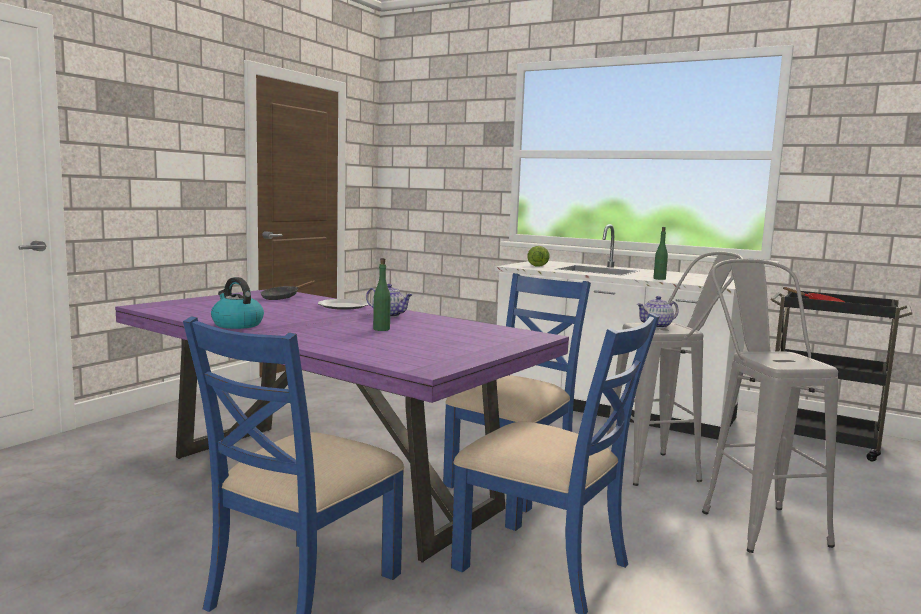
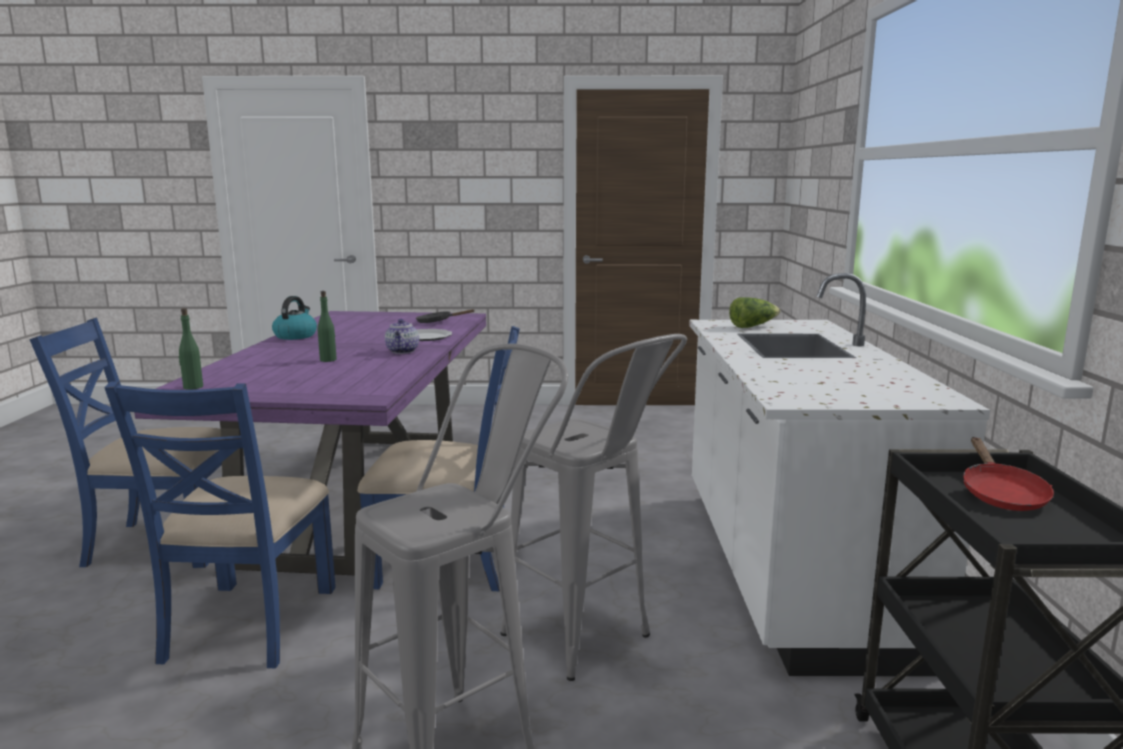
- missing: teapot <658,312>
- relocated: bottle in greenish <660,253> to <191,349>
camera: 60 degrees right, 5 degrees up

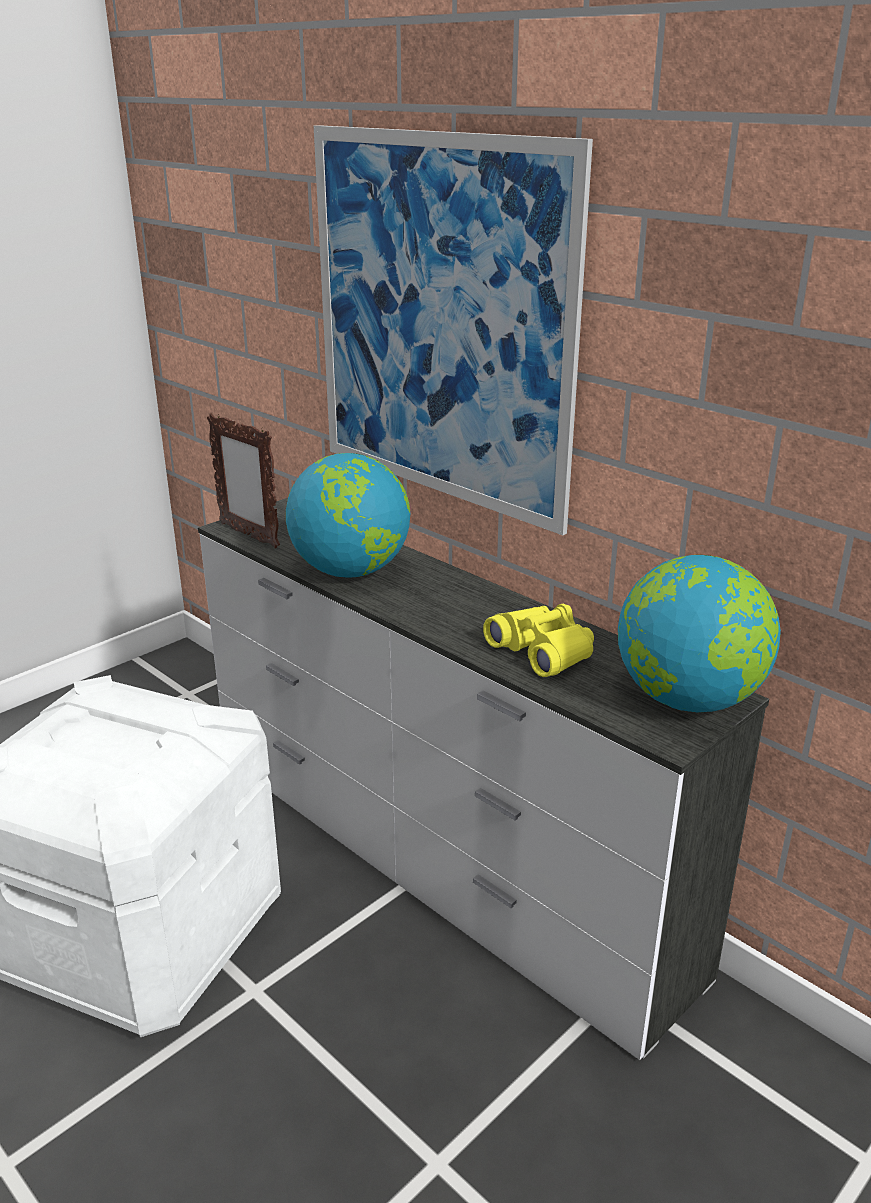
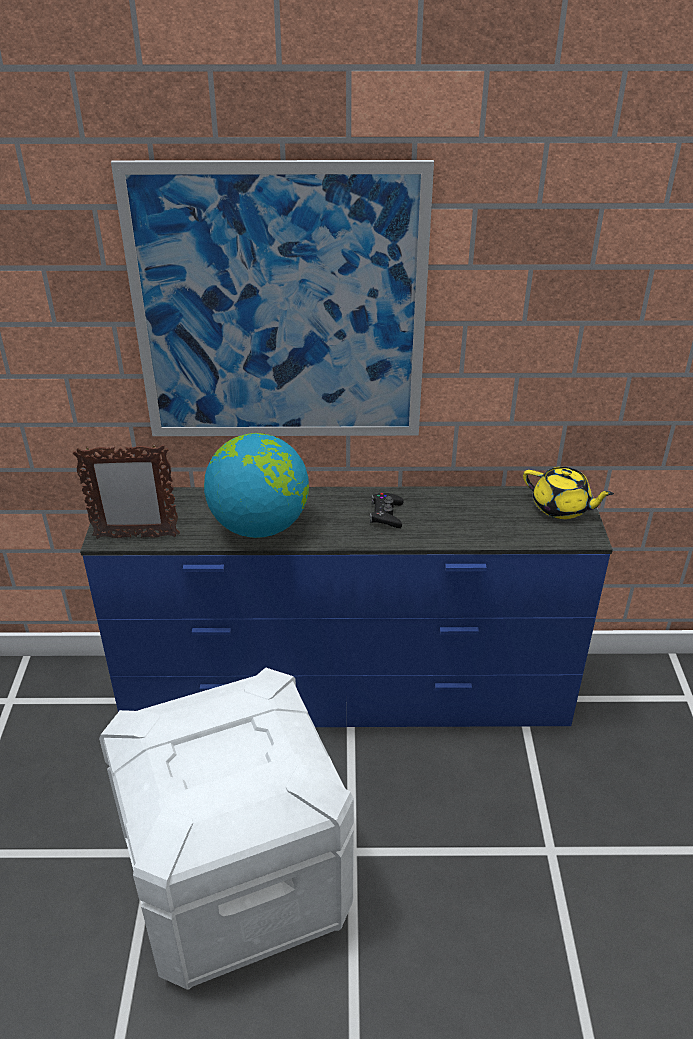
- colour: dresser in white <483,779> to dresser in blue <346,606>
- missing: binoculars in yellowish <538,640>
- exchanged: desk globe <699,633> to teapot in yellowish <568,493>
- appeared: gamepad in black <386,510>
camera: 45 degrees left, 10 degrees up

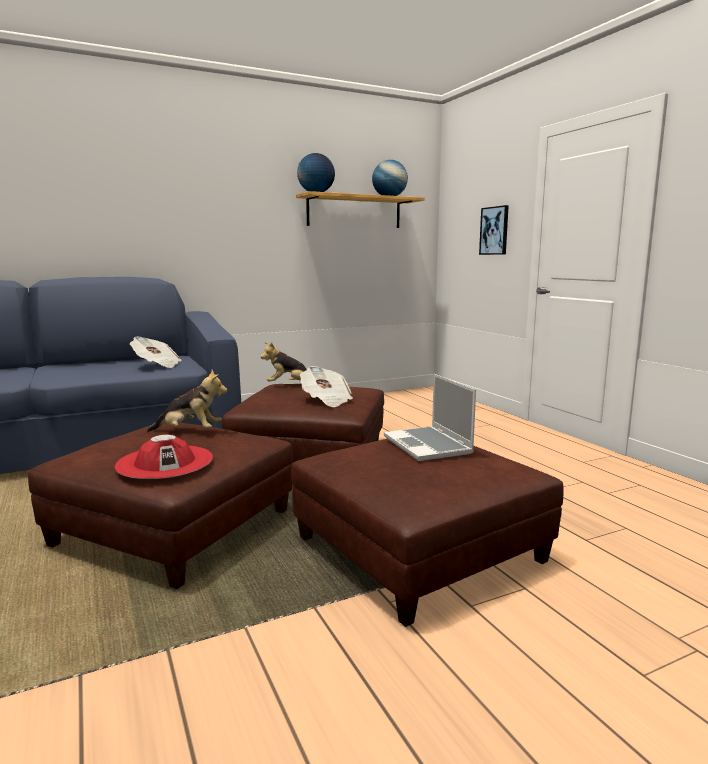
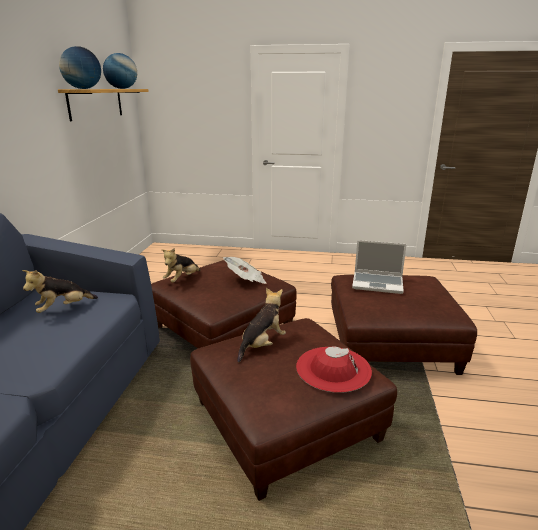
- exchanged: daily paper <155,352> to cuddly toy <60,291>
- missing: picture <494,230>
camera: 55 degrees left, 10 degrees up

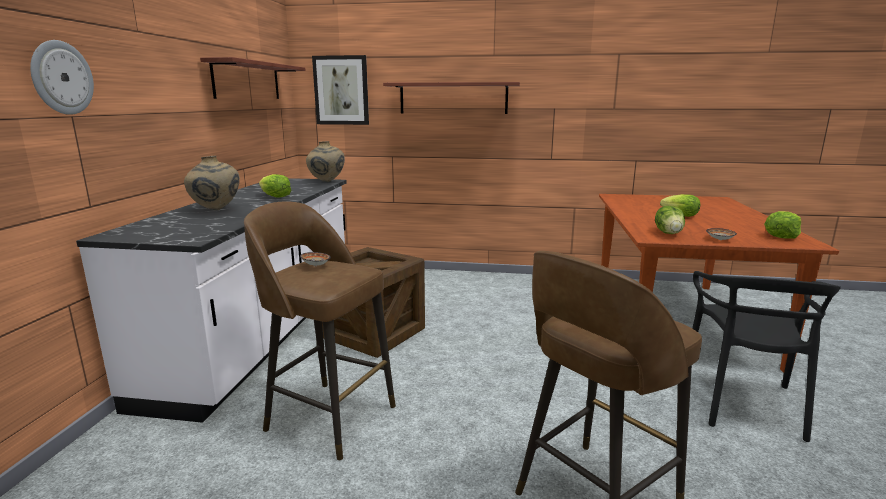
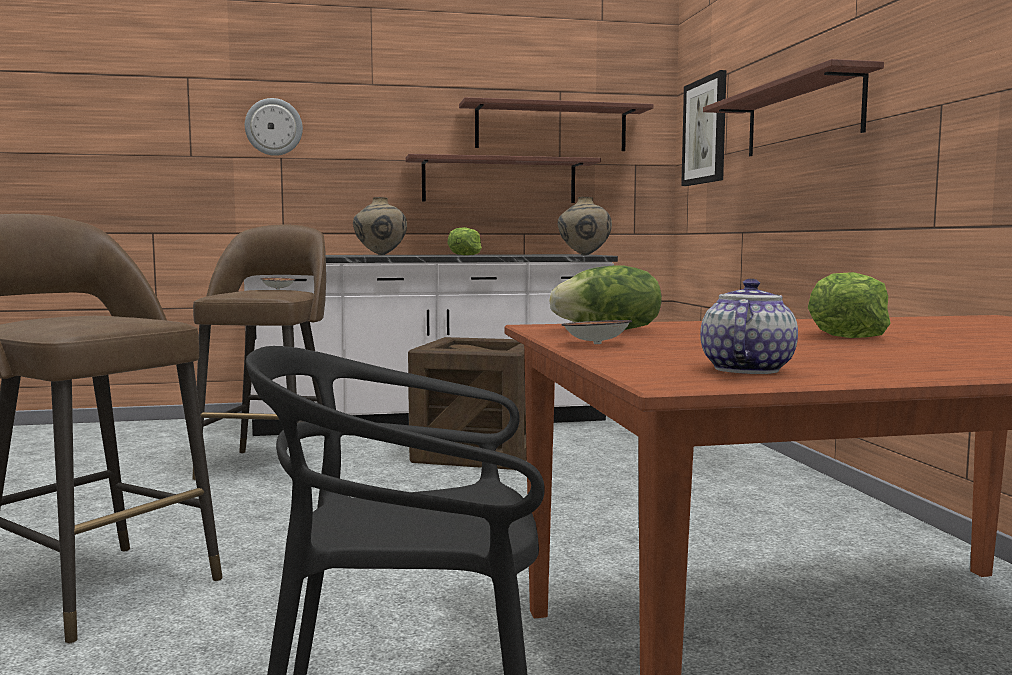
- exchanged: lettuce <782,225> to teapot <749,326>
- appeared: shelf <503,178>
camera: 70 degrees right, 10 degrees down

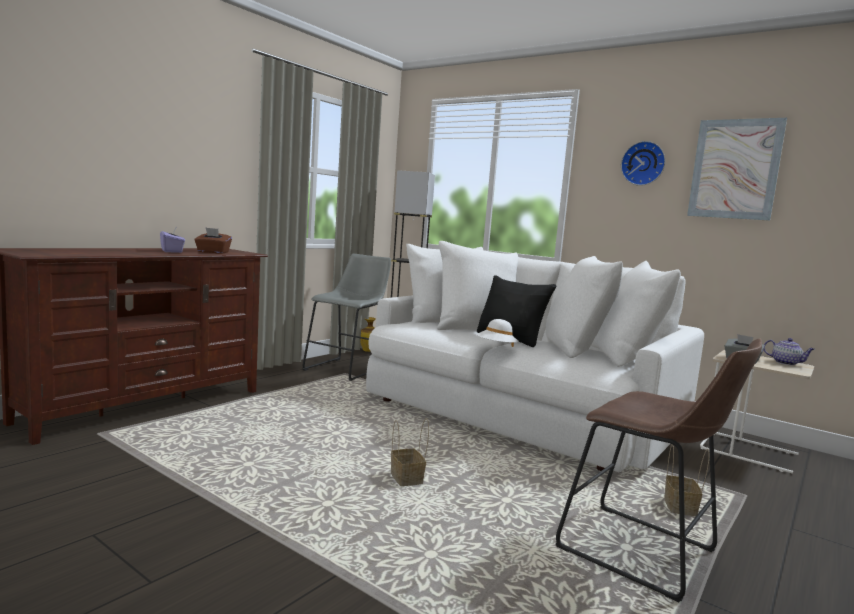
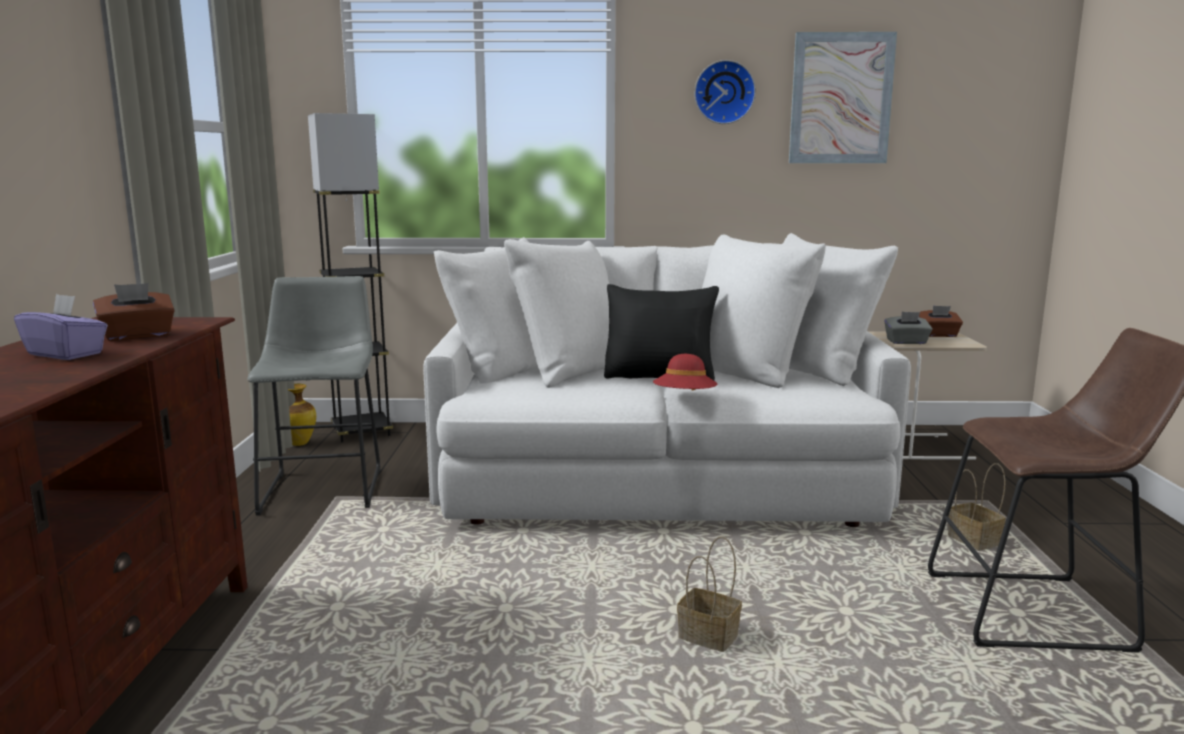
- colour: clothing hat in white <497,333> to clothing hat in red <685,372>
- exchanged: teapot <789,351> to tissue box in brown <941,321>
camera: 35 degrees left, 5 degrees up

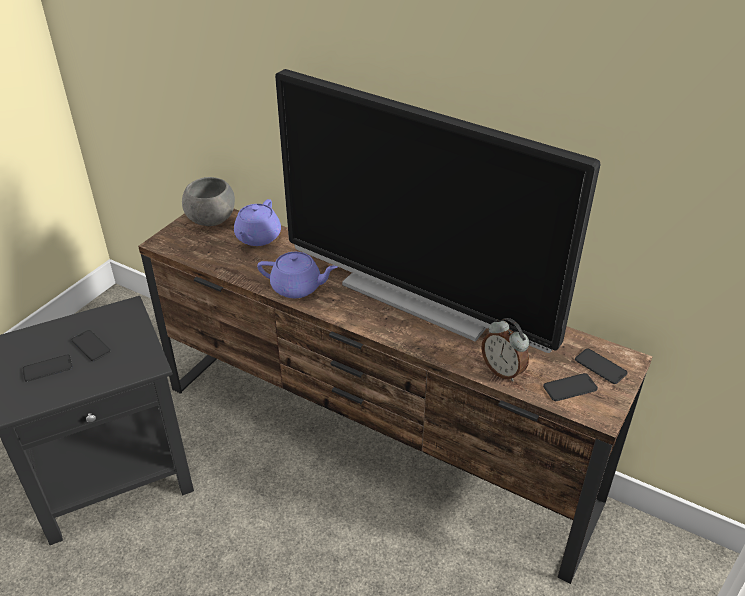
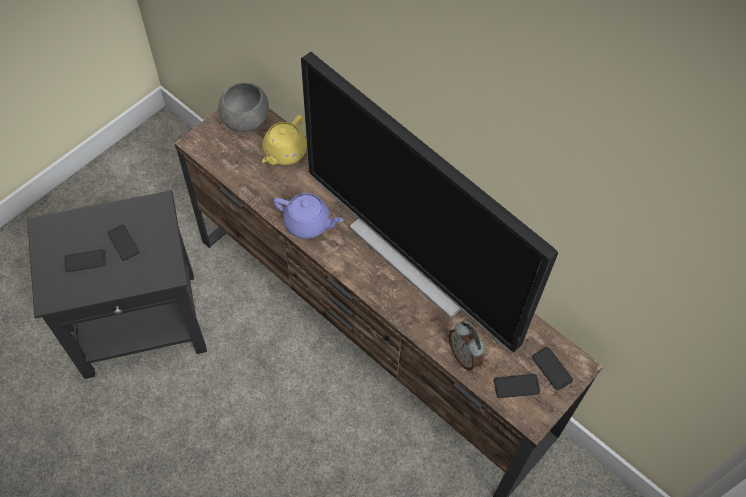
- colour: teapot in purple <257,222> to teapot in yellowish <284,140>
camera: 10 degrees right, 20 degrees up

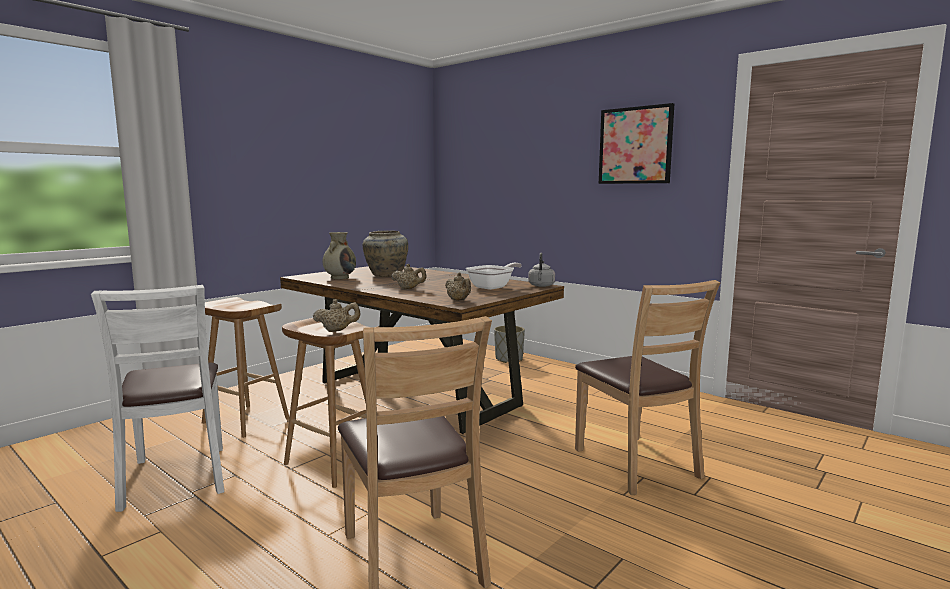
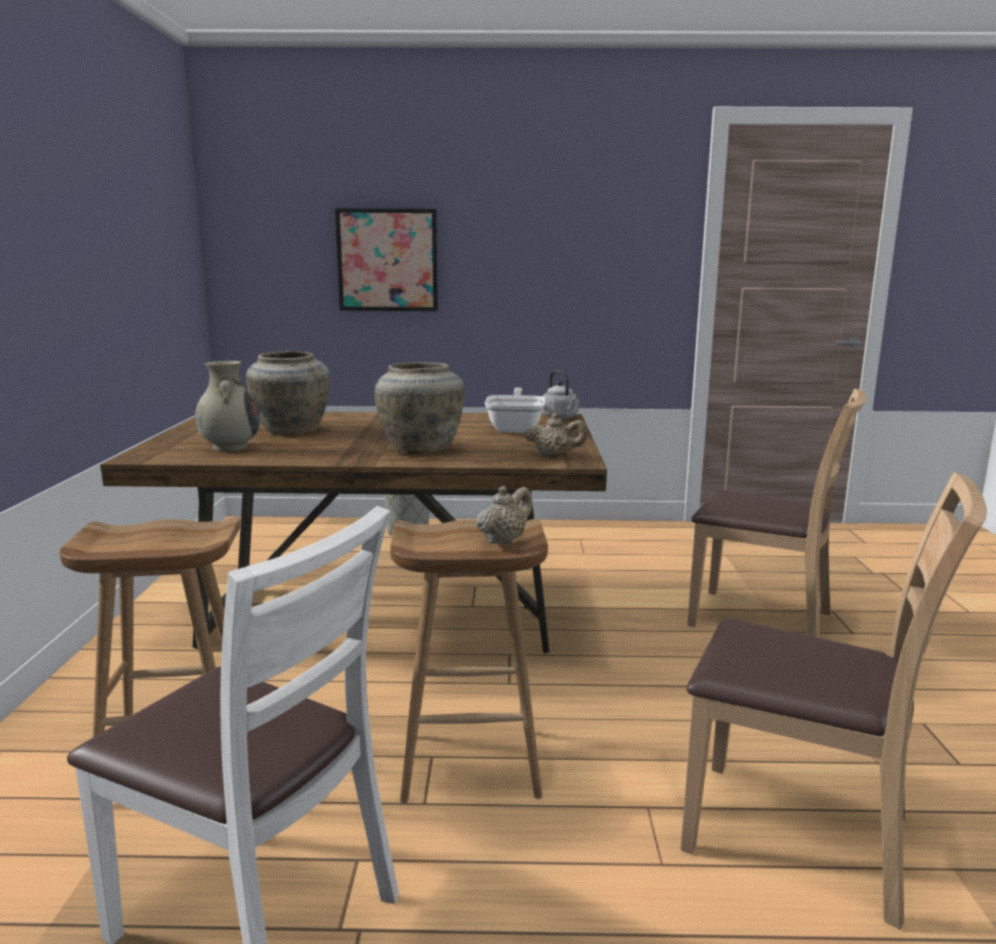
- exchanged: teapot in beige <409,276> to flower vase in beige <419,408>
- relocated: picture <636,143> to <386,259>
camera: 40 degrees left, 5 degrees up

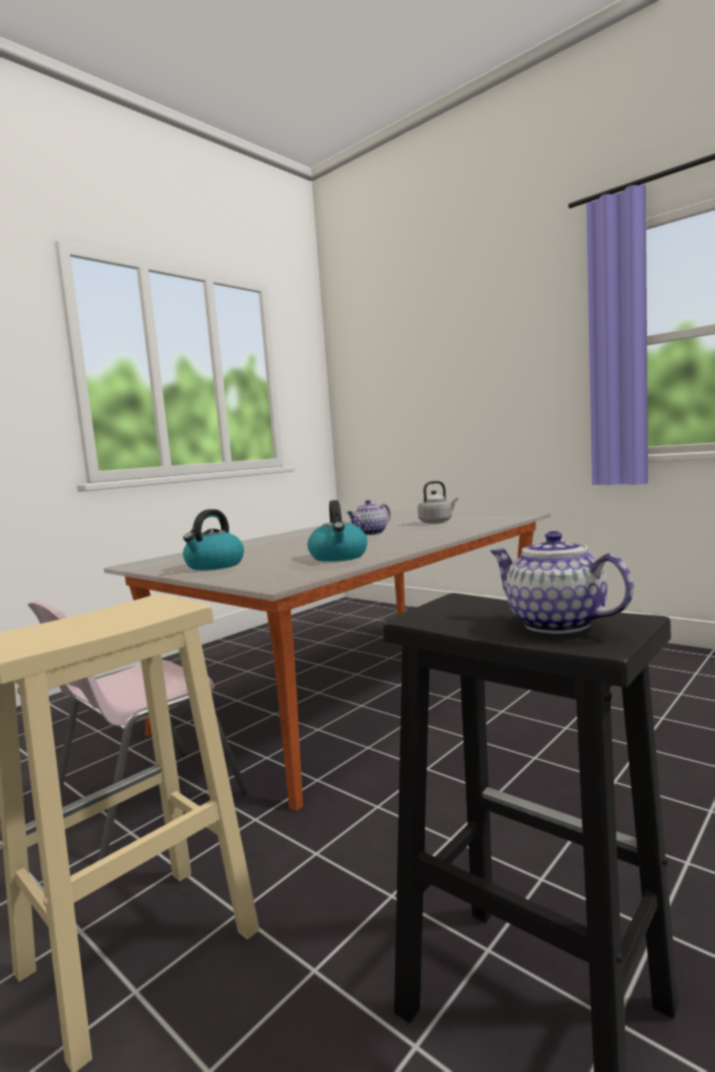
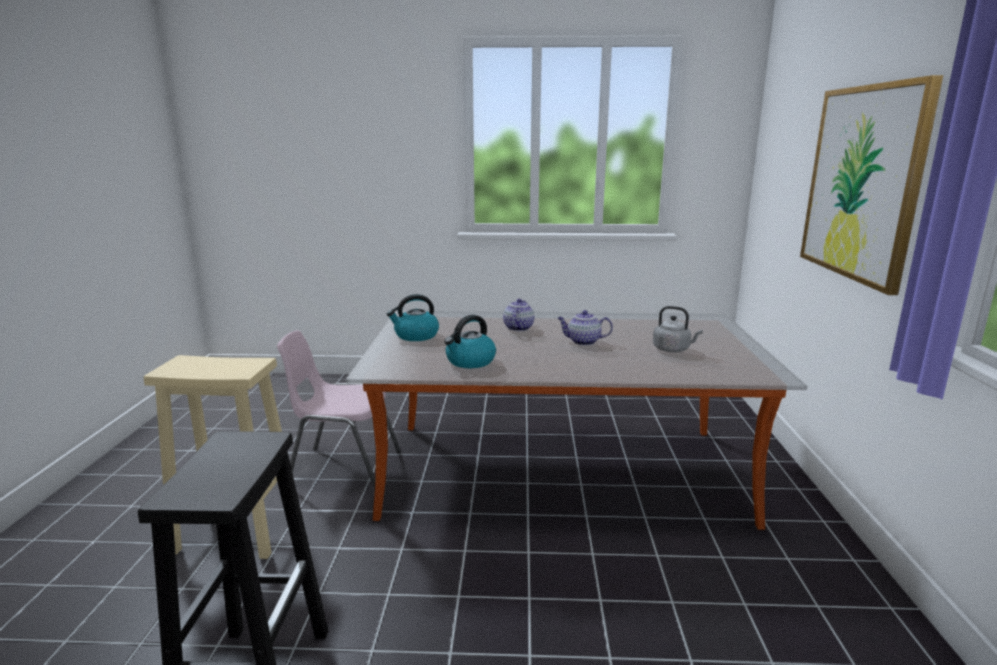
- relocated: teapot <562,582> to <518,315>
- appeared: picture <871,185>
camera: 50 degrees right, 10 degrees up

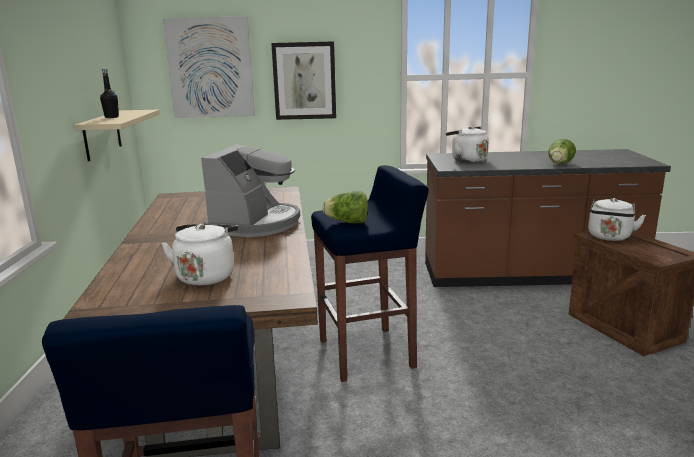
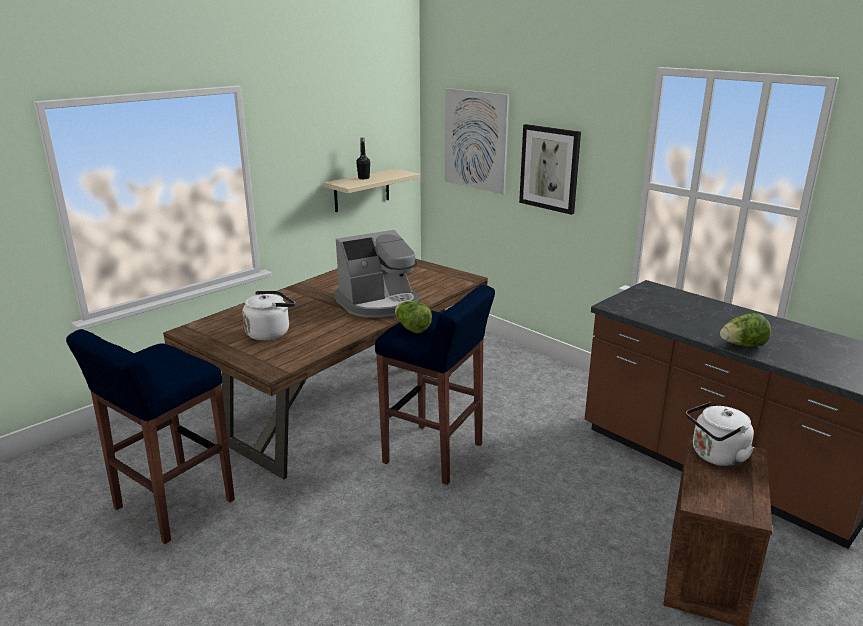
- missing: tea kettle in white <467,144>
camera: 45 degrees right, 5 degrees up

